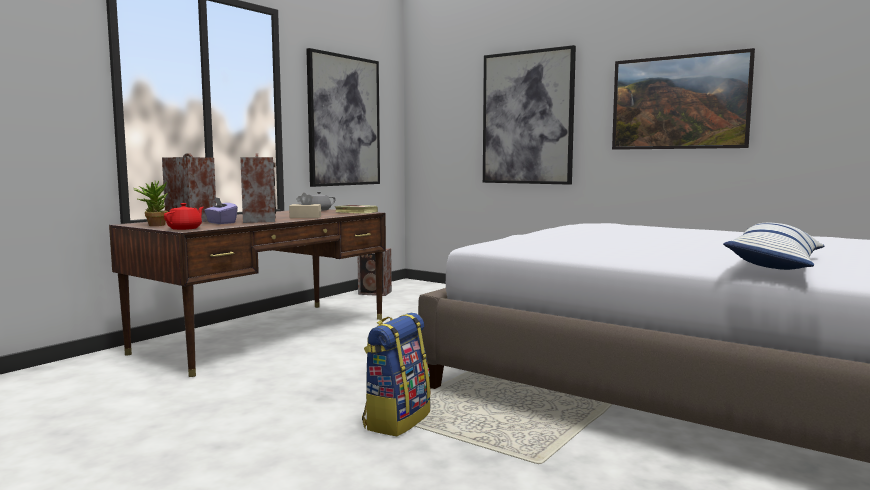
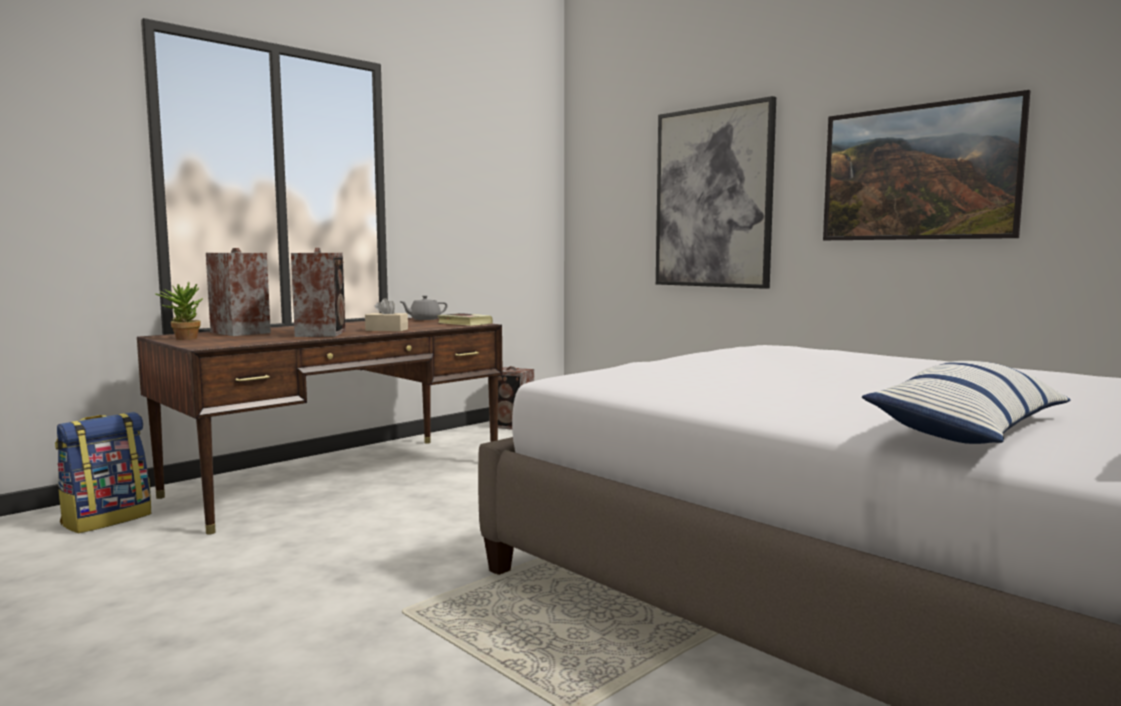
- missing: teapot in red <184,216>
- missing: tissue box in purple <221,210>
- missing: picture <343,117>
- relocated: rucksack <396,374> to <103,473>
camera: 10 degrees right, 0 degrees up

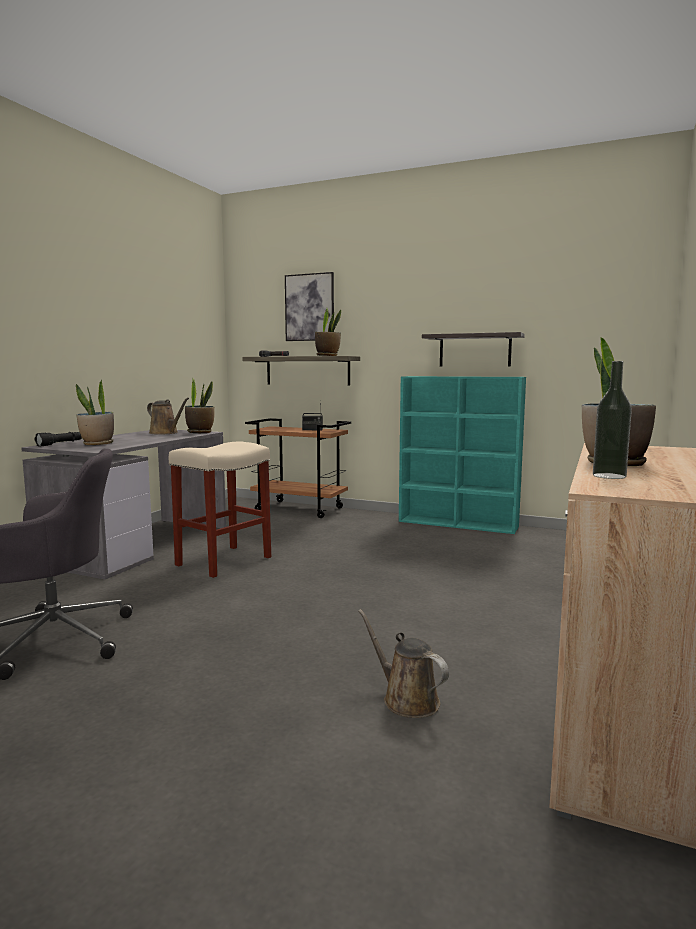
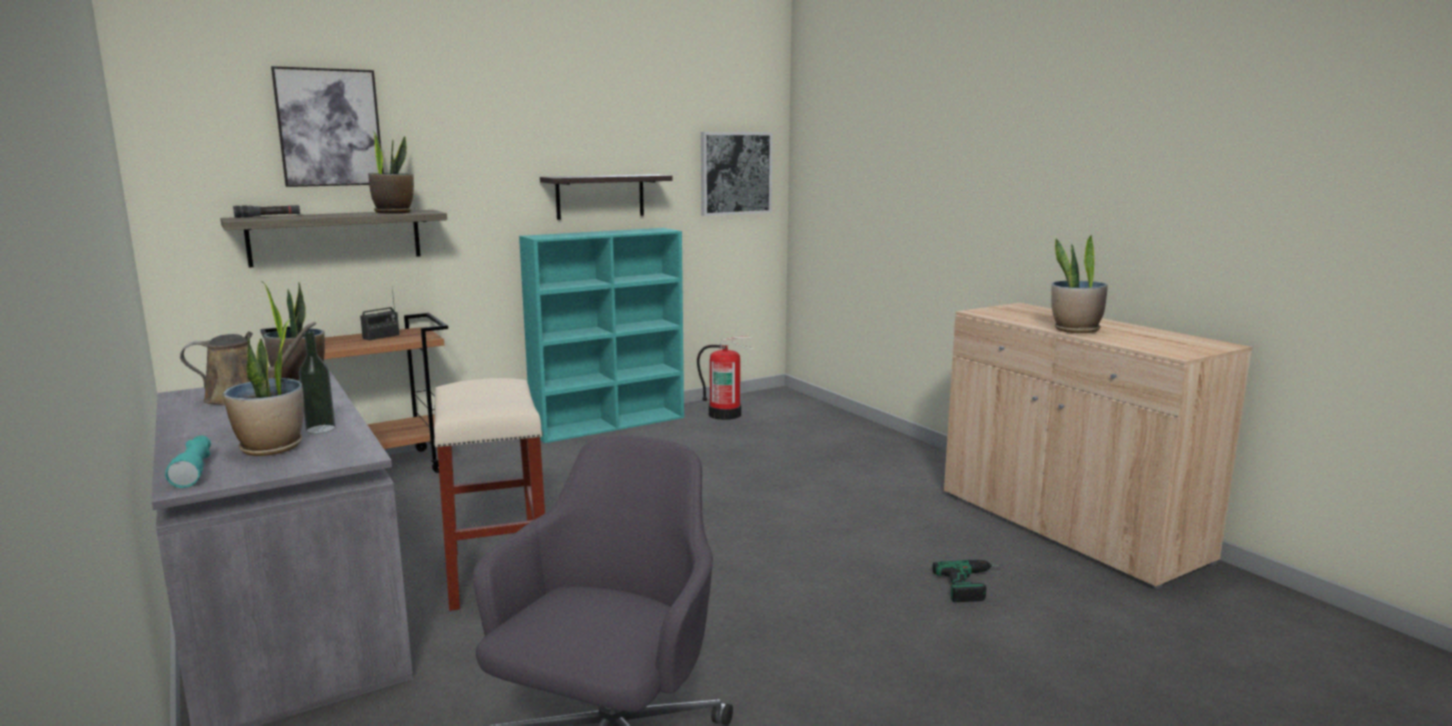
- colour: torch in black <58,439> to torch in turquoise <188,462>
- exchanged: watering can in brown <403,663> to drill <967,581>
- relocated: bottle <612,420> to <317,382>
- appeared: extinguisher <726,378>
- appeared: picture <737,174>
camera: 55 degrees left, 5 degrees up

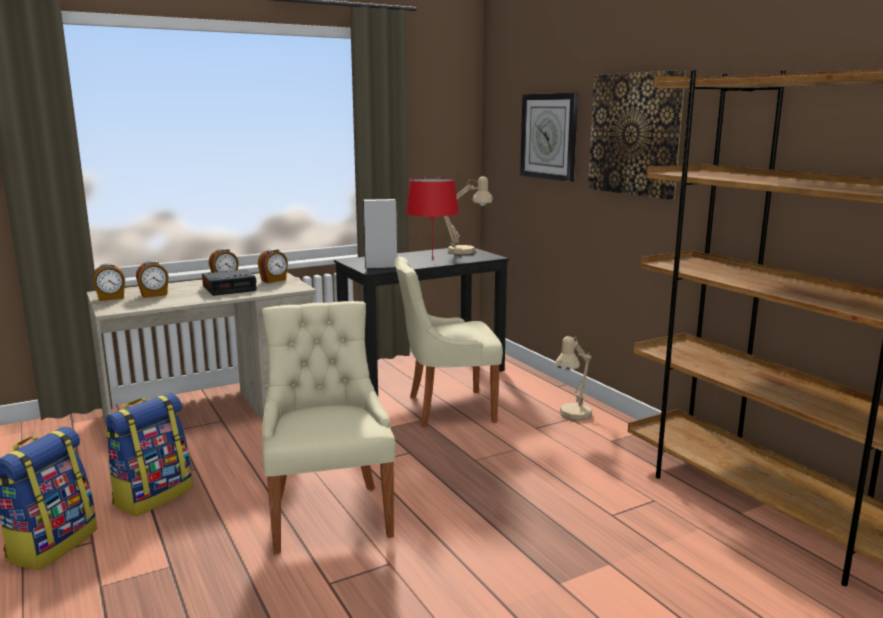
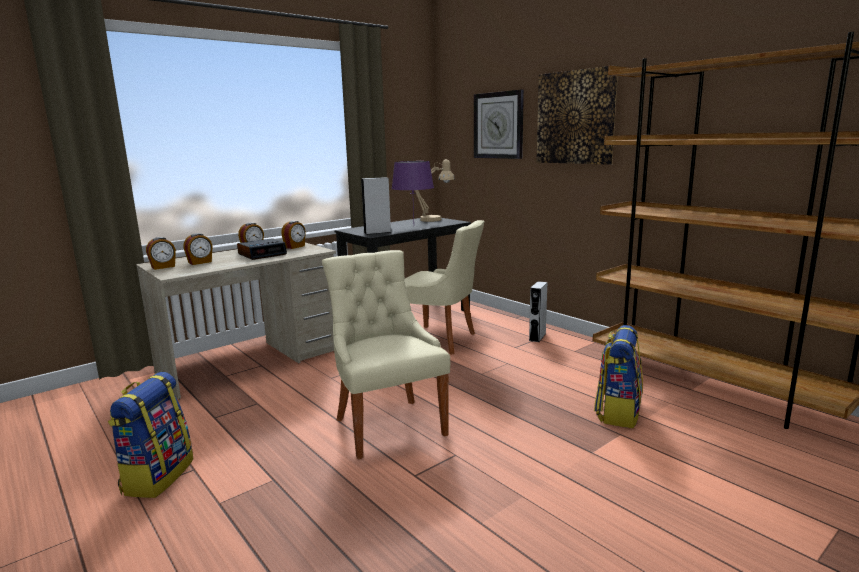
- relocated: rucksack <148,454> to <618,376>
- spun: chair in beige <448,342> = <444,287> 135 degrees counterclockwise
- colour: table lamp in red <432,219> to table lamp in purple <413,190>
- exchanged: table lamp in beige <573,378> to loudspeaker in gray <538,311>
camera: 10 degrees left, 0 degrees up

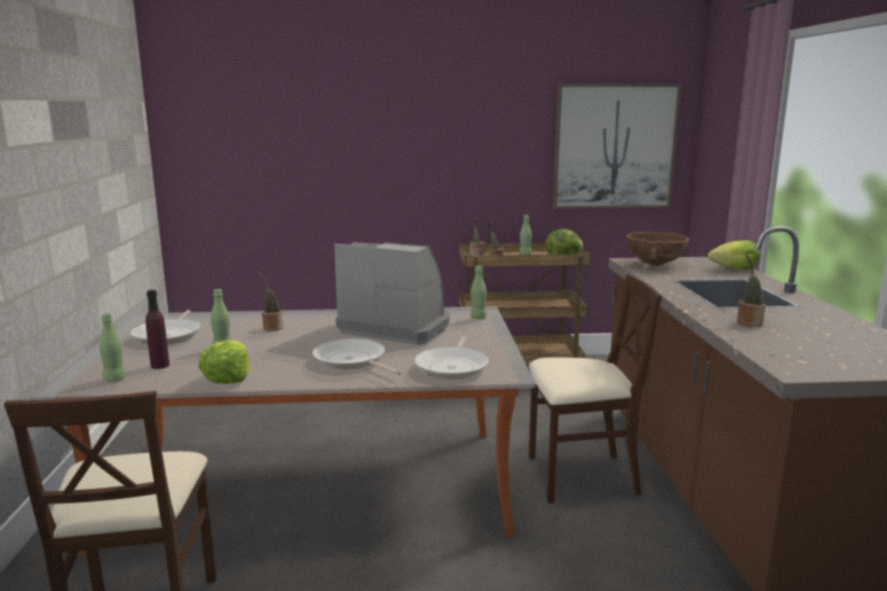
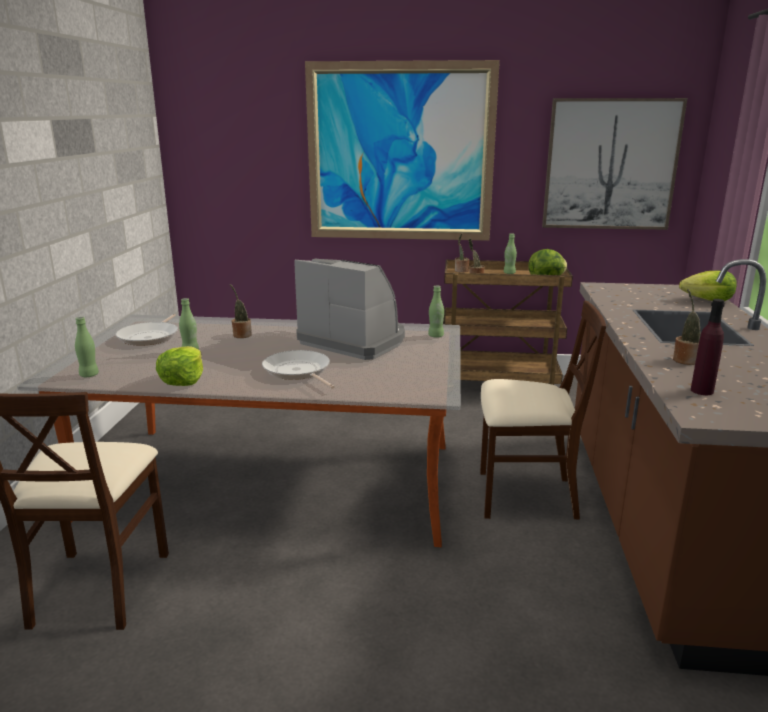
- relocated: bottle in purple <158,329> to <708,347>
- missing: skillet <451,357>
- missing: deep dish in brown <657,249>
- appeared: picture <402,150>
camera: 10 degrees right, 5 degrees up

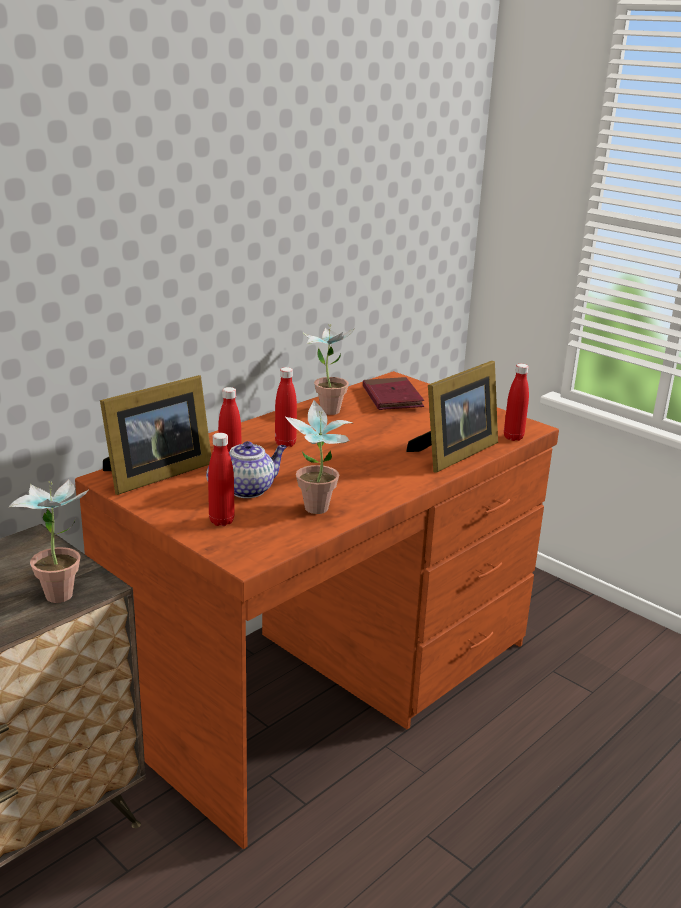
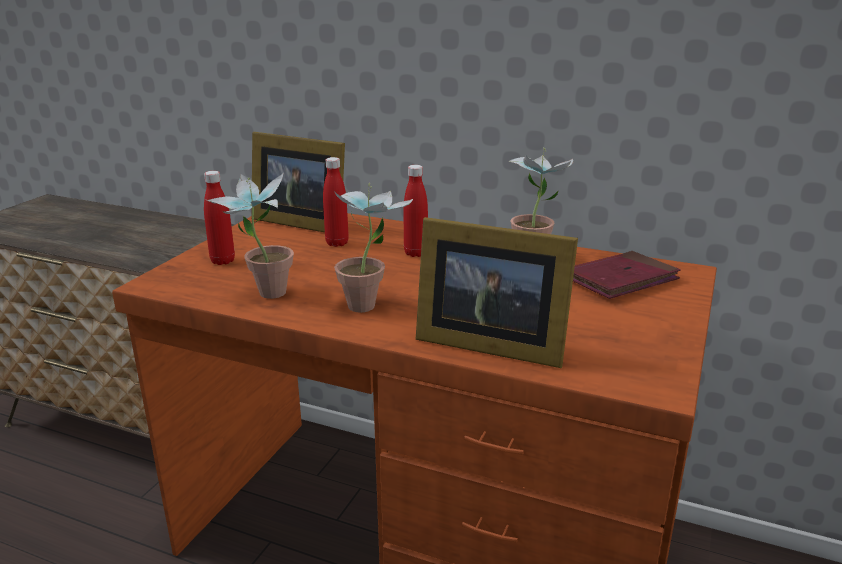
- relocated: houseplant <48,541> to <373,247>
- missing: teapot <246,469>
- missing: bottle in red <516,402>
camera: 70 degrees right, 0 degrees up

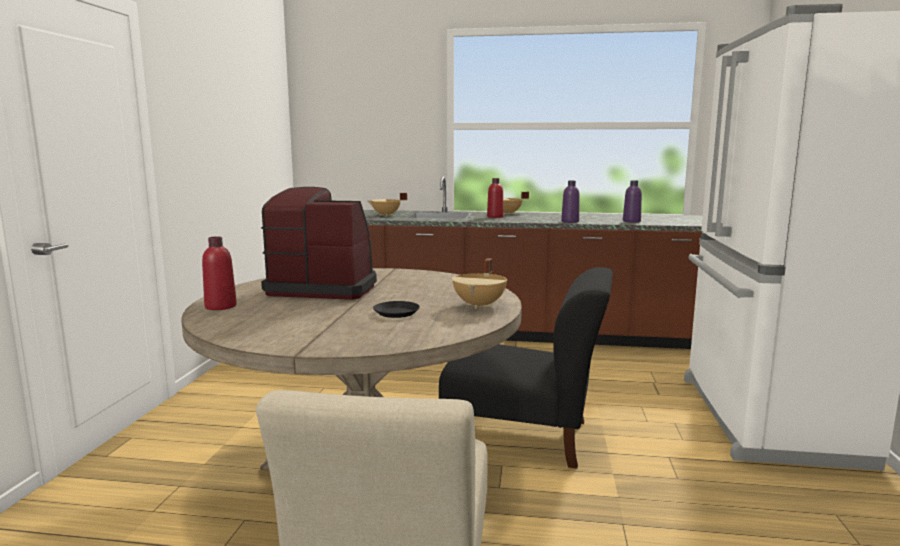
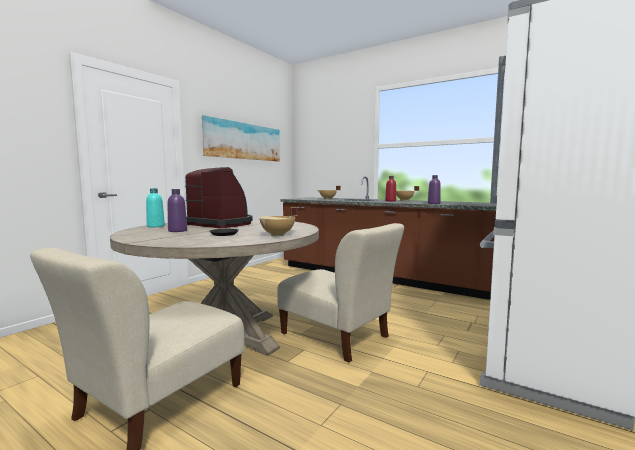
- colour: bottle in red <219,273> to bottle in turquoise <155,207>
- colour: chair in black <526,368> to chair in beige <340,292>
- relocated: bottle in purple <632,201> to <177,210>
- appeared: picture <241,138>
camera: 25 degrees right, 5 degrees down

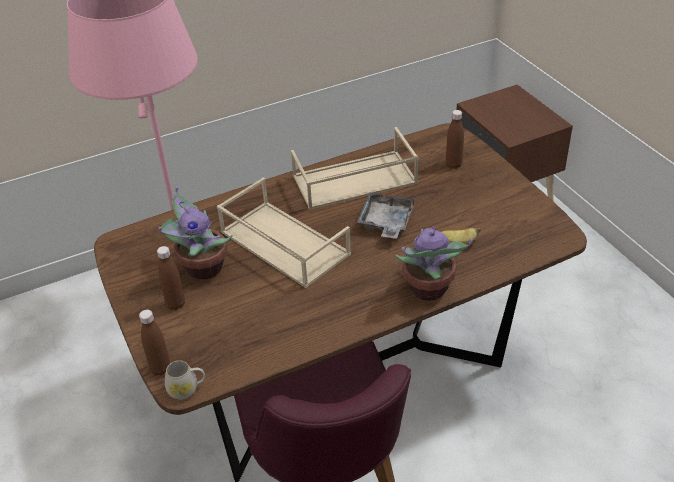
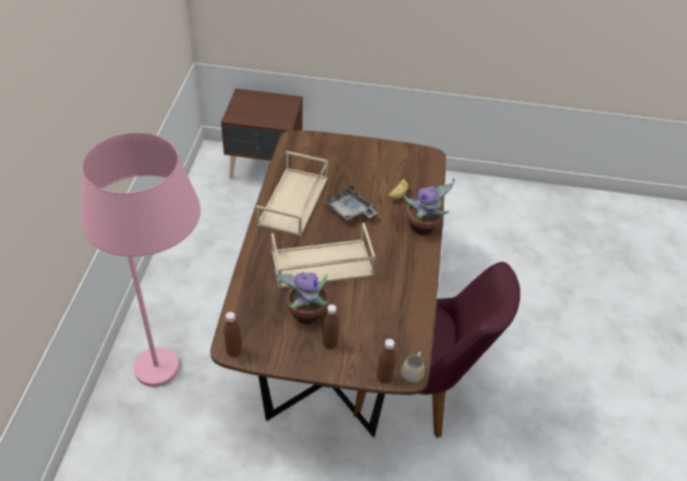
- relocated: bottle in brown <455,139> to <233,334>
camera: 60 degrees left, 5 degrees up

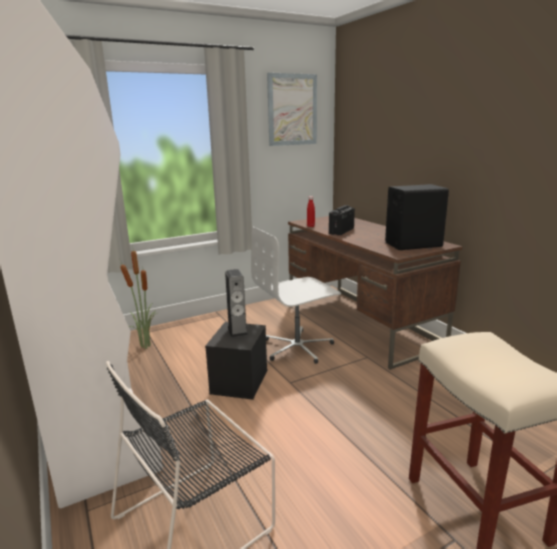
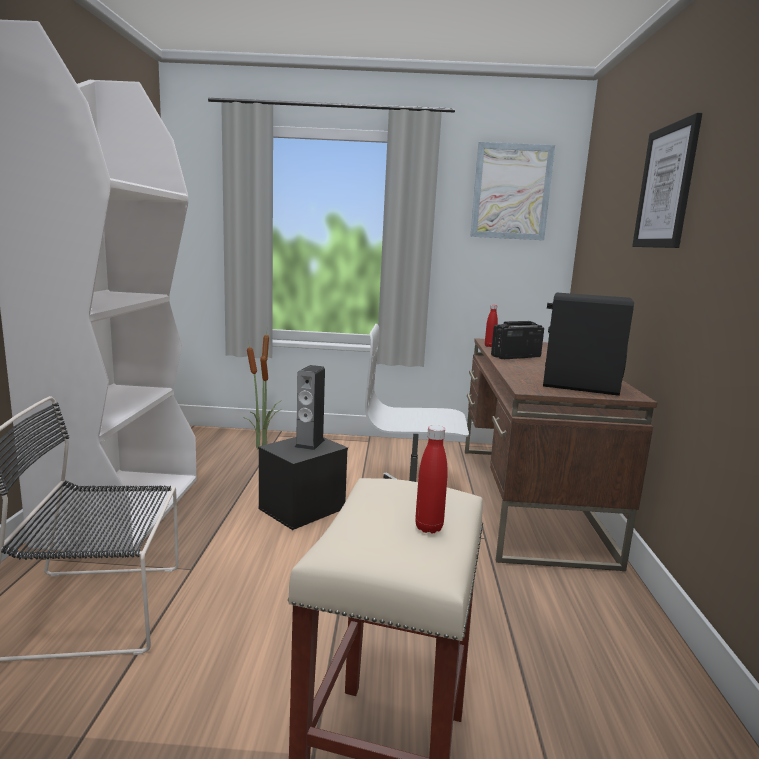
- appeared: bottle in red <431,479>
- appeared: picture <667,180>
camera: 30 degrees right, 5 degrees down

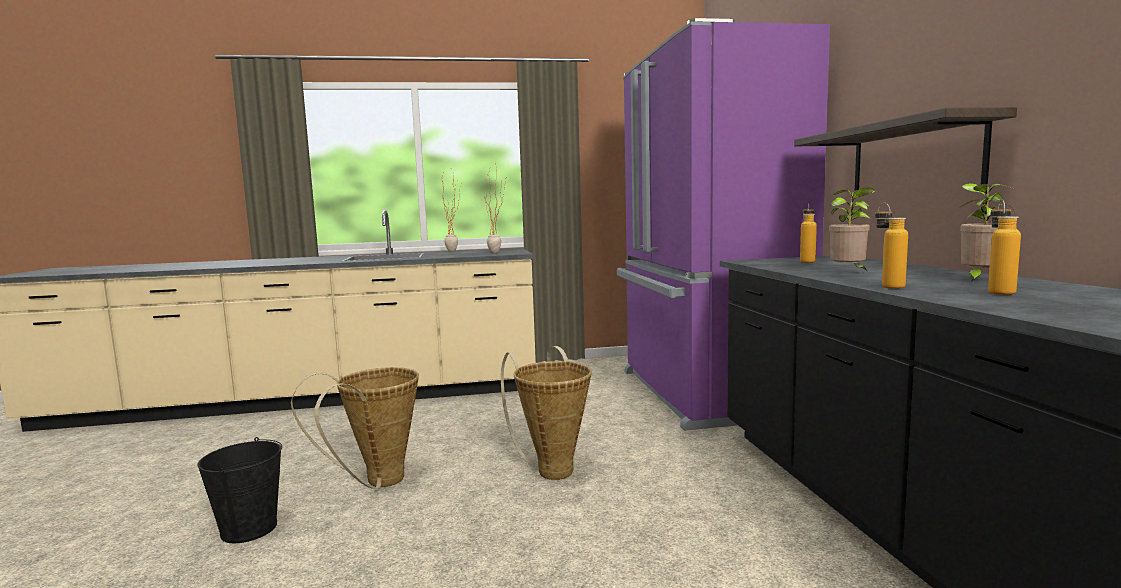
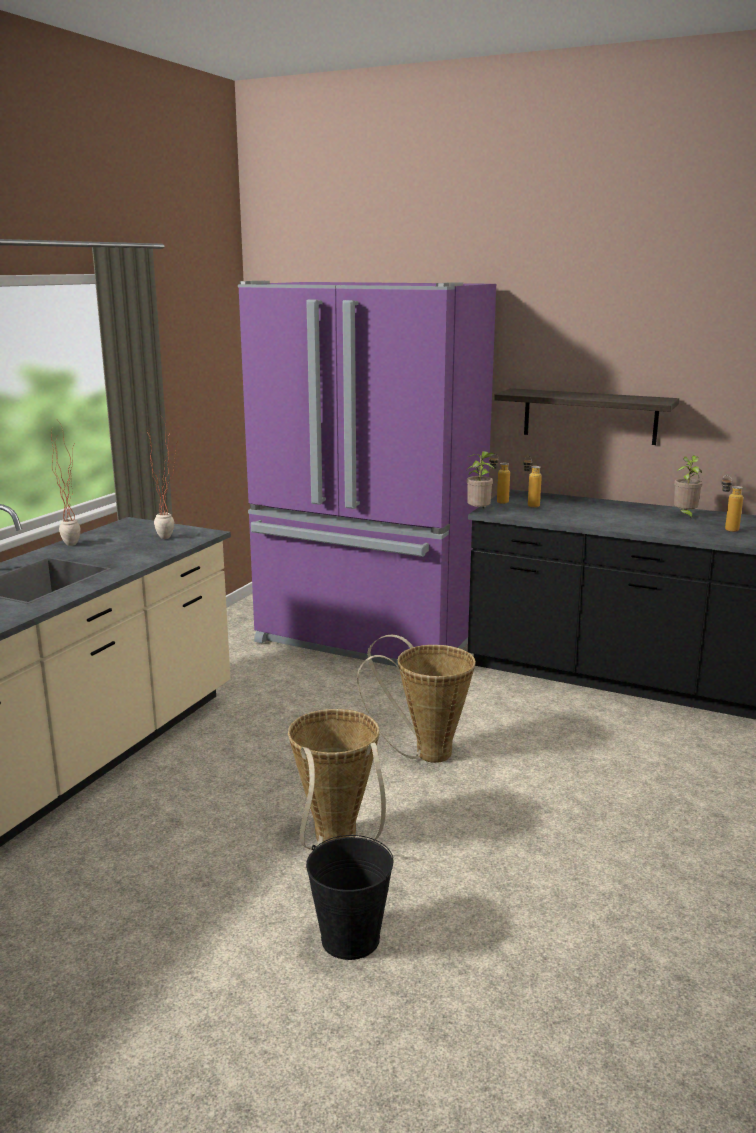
- relocated: houseplant <852,229> to <480,479>
- relocated: bottle <891,246> to <499,479>
camera: 55 degrees left, 10 degrees up

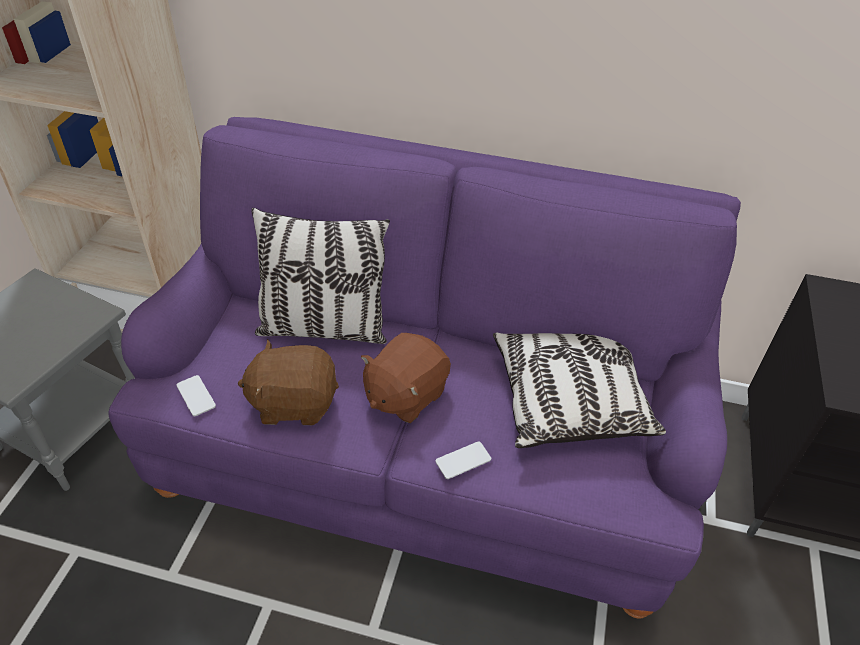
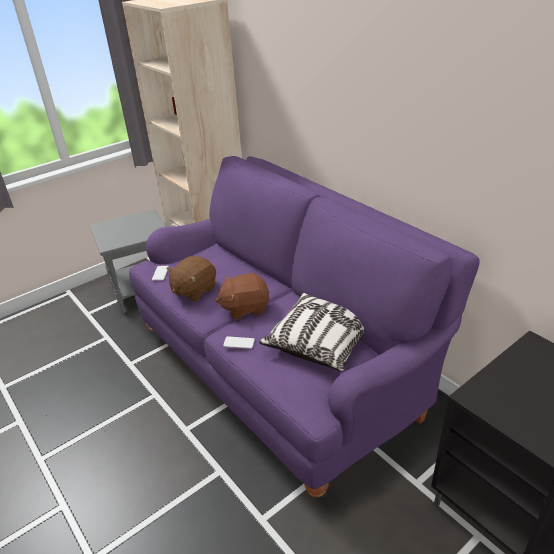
- spun: cuddly toy in brown <288,382> = <191,279> 90 degrees counterclockwise
- missing: pillow <320,276>
camera: 40 degrees right, 10 degrees down

